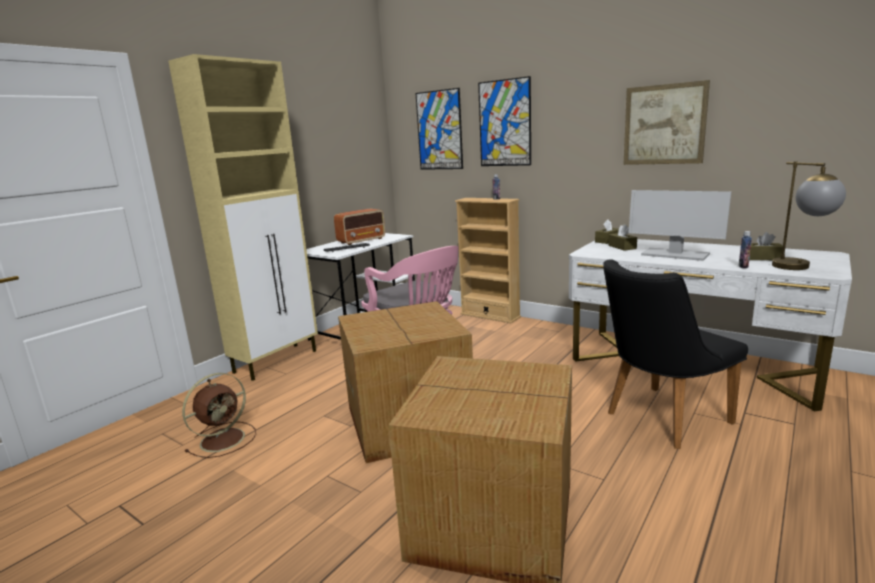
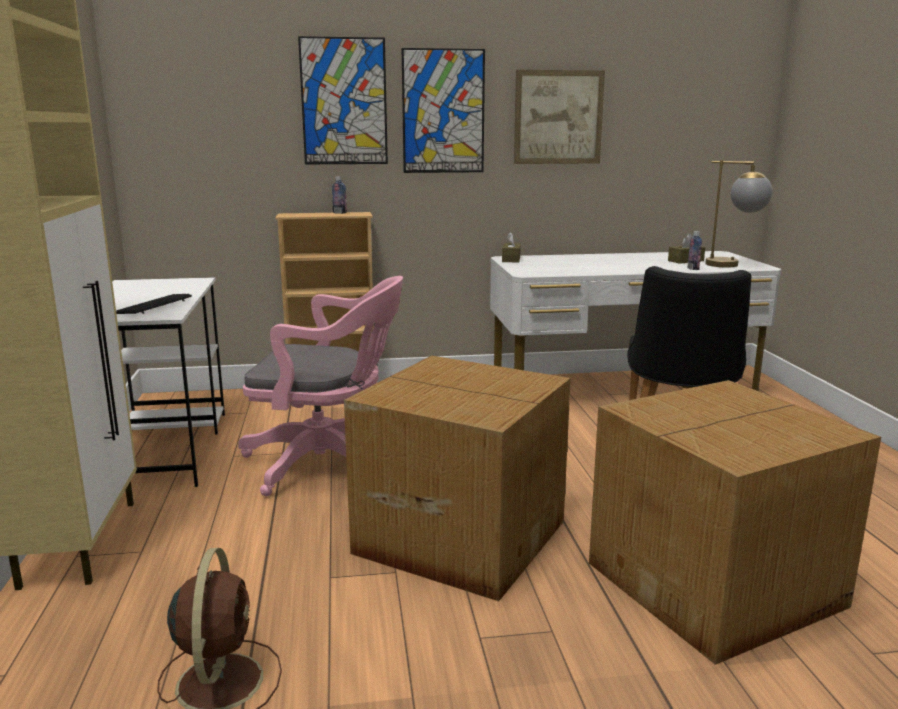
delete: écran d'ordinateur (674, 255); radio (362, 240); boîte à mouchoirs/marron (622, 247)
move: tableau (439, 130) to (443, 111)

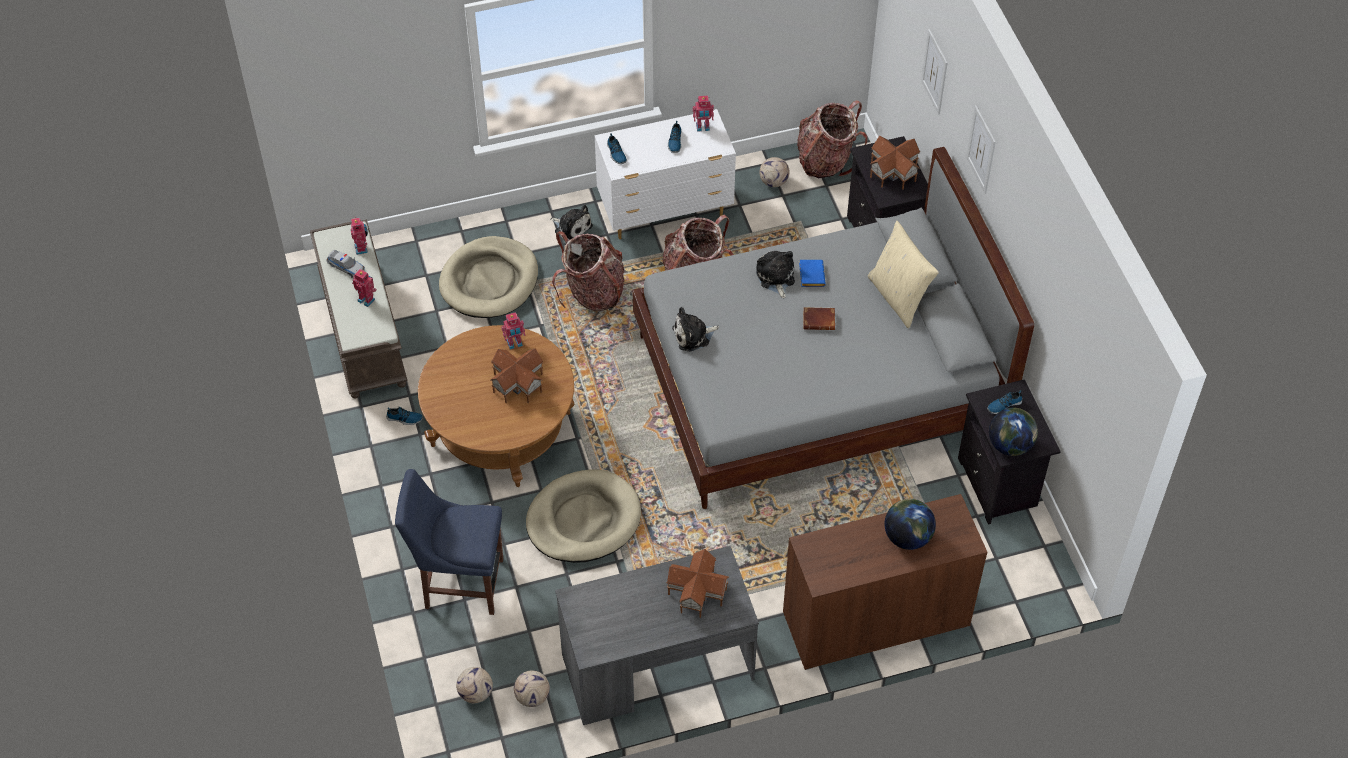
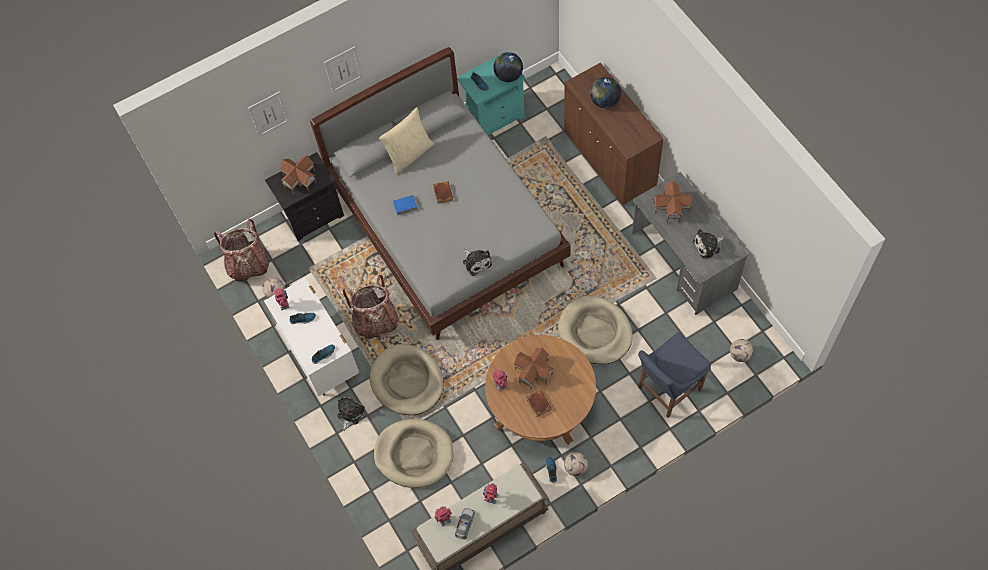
insert: livre/marron (537, 404)
move: peluche (775, 278) to (708, 246); ballon de foot (532, 697) to (576, 467)
replace: sac à dos (593, 293) to panier pour chien/beige (407, 381)
recolor: table de chevet/noir (999, 484) to table de chevet/turquoise (494, 116)
rotate: chaise/bleu (459, 582) = (667, 390) 60 degrees clockwise

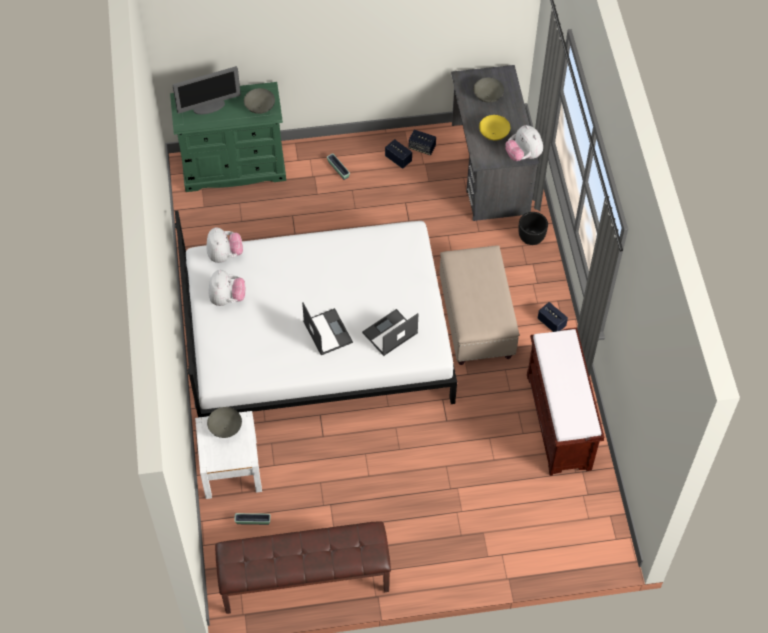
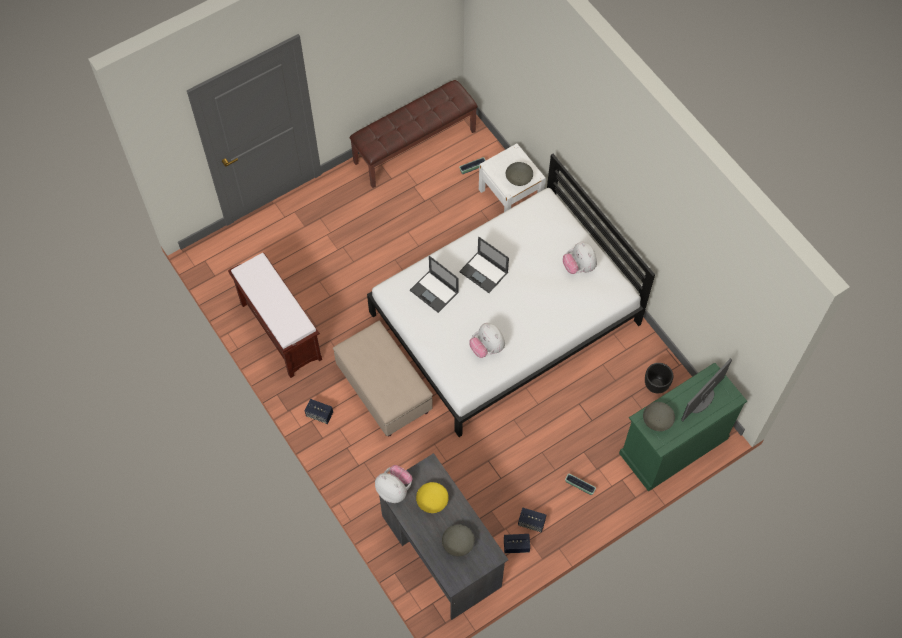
move: cache-pot/noir (531, 239) to (656, 385); peluche (225, 255) to (487, 348)
rotate: ordinateur portable (389, 333) = (434, 292) 105 degrees clockwise

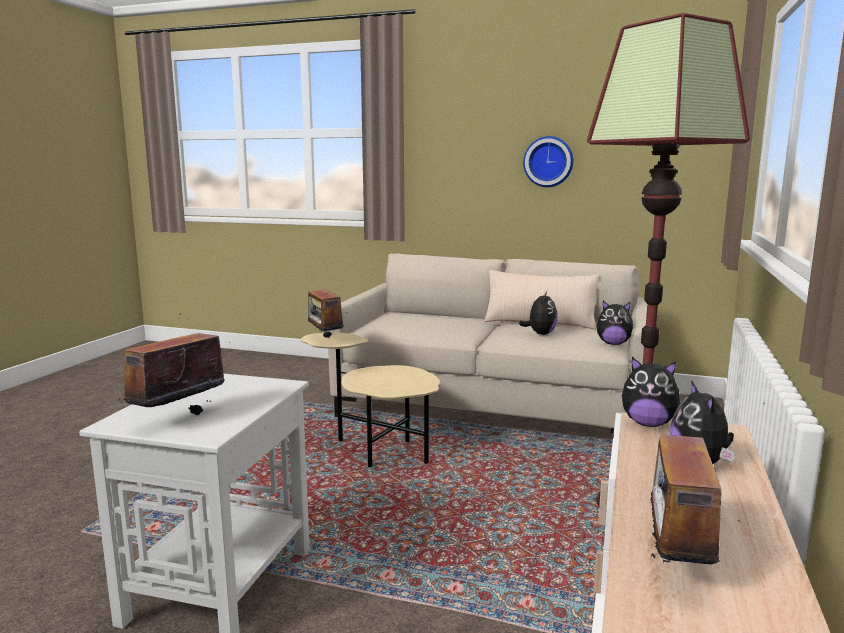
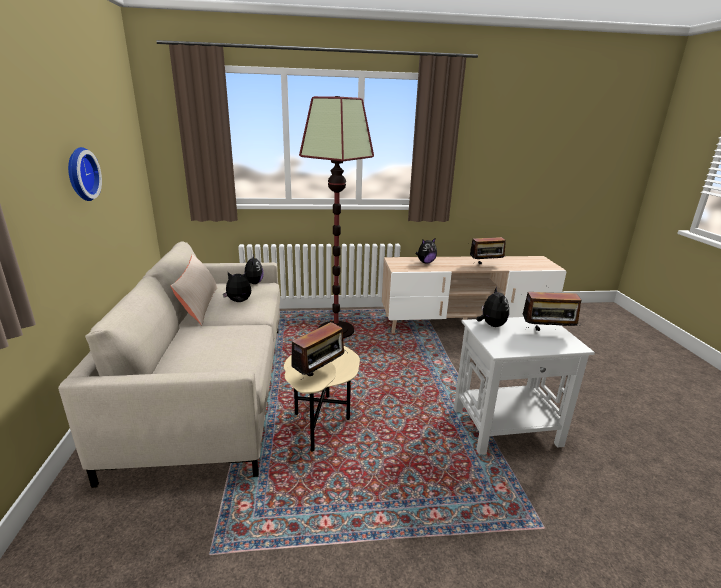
move: peluche (648, 423) to (491, 325)

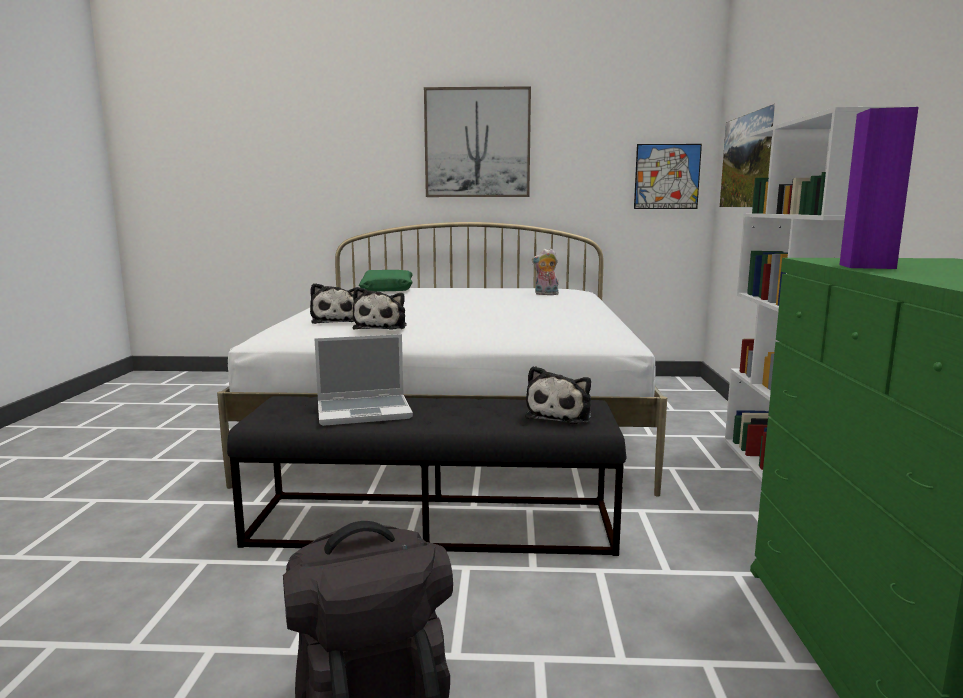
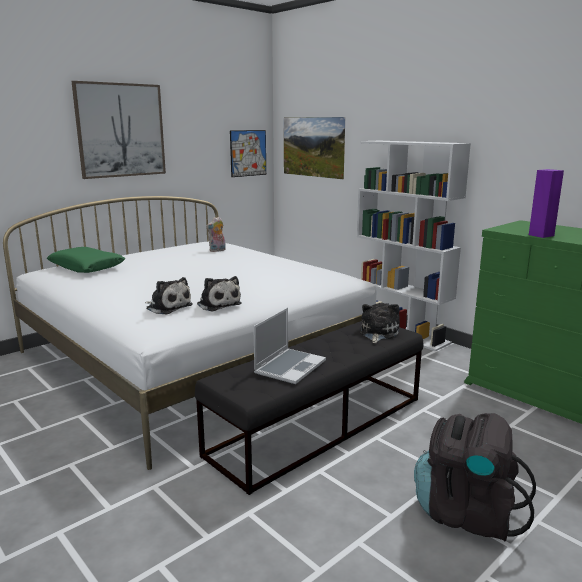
rotate: peluche (561, 415) = (378, 333) 135 degrees counterclockwise

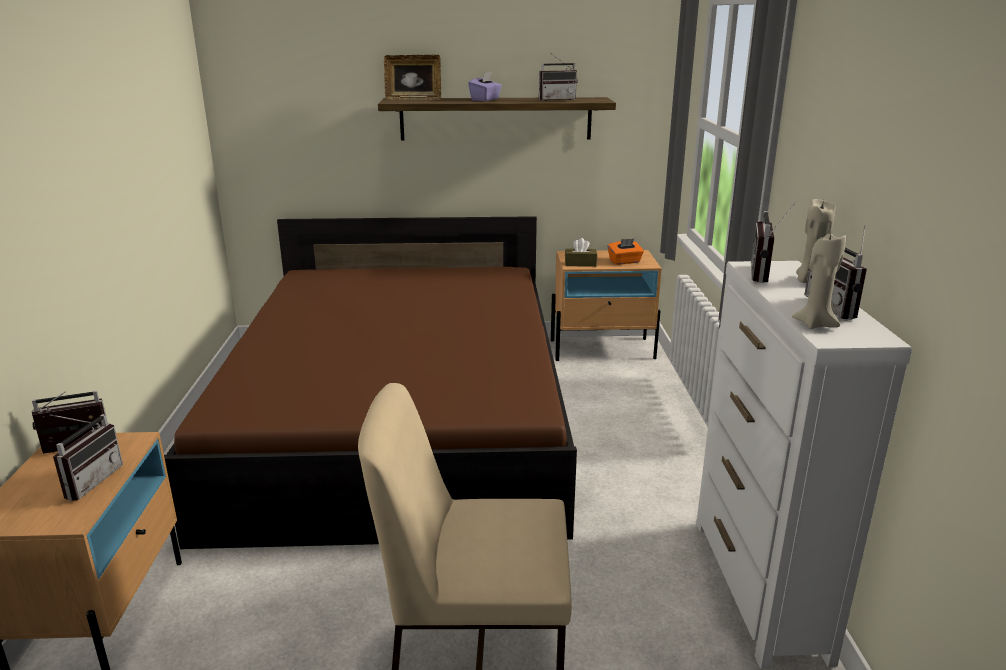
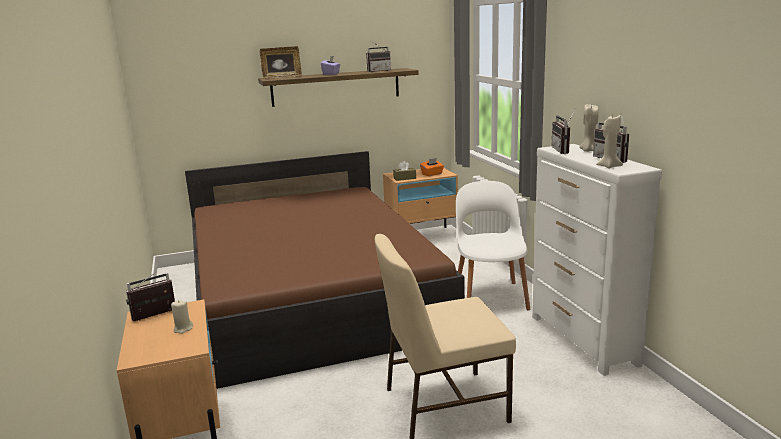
insert: chaise/blanc (490, 296)
replace: radio (88, 481) to bougie/beige (183, 329)

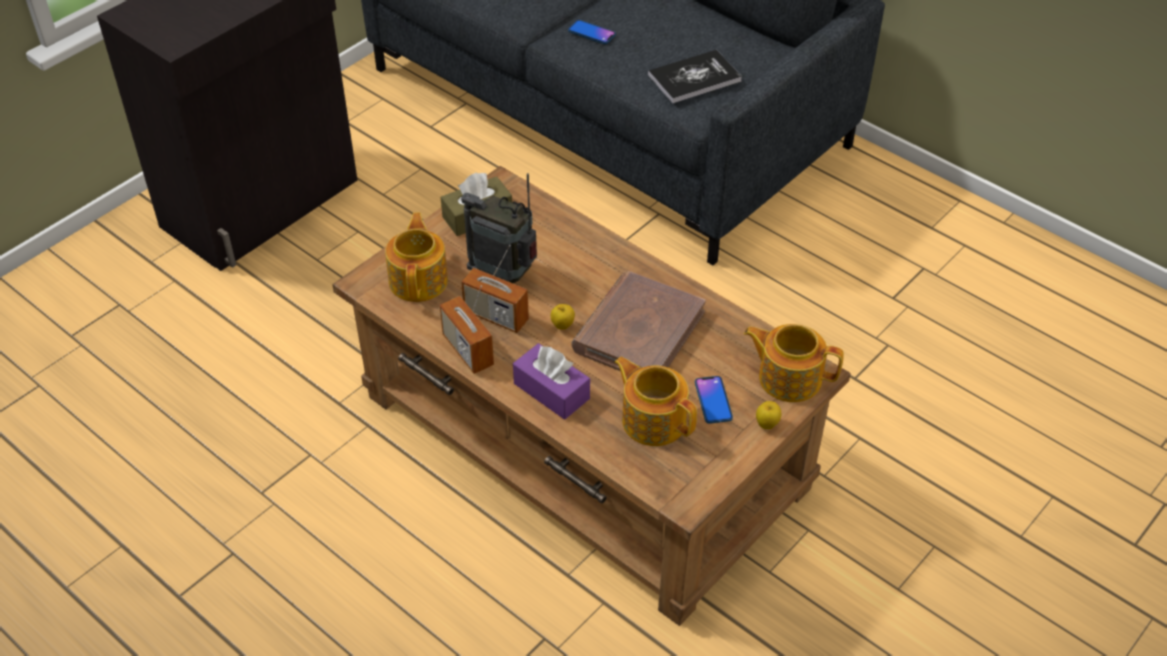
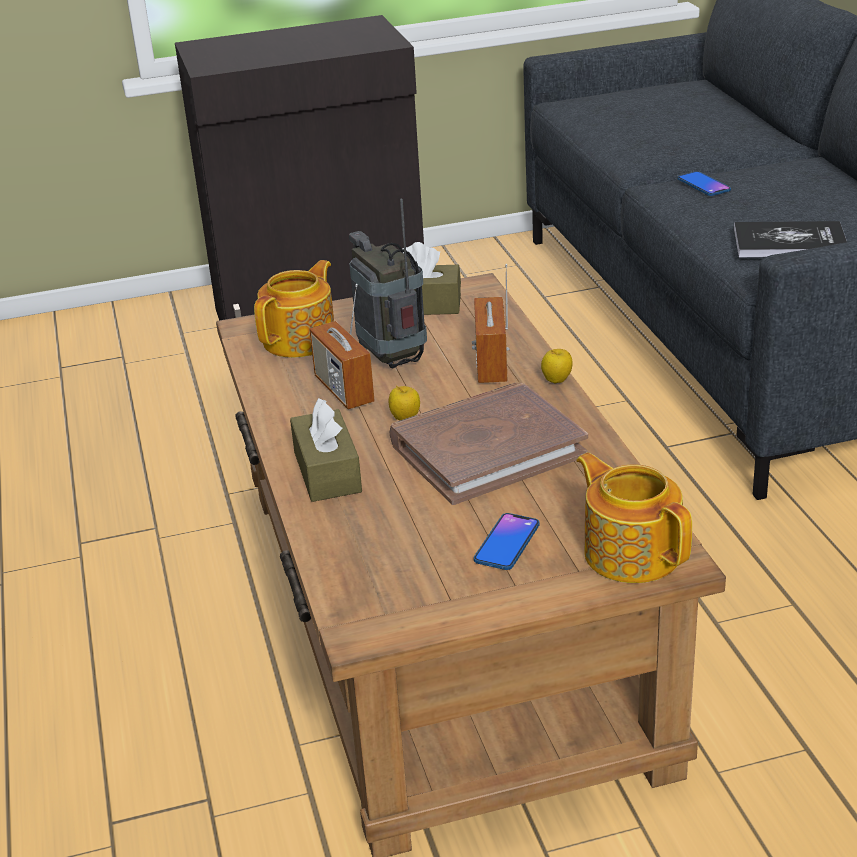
delete: théière (653, 419)
move: radio (468, 350) to (491, 364); pomme (767, 425) to (557, 381)
recolor: boîte à mouchoirs/violet (551, 391) to boîte à mouchoirs/marron (327, 472)

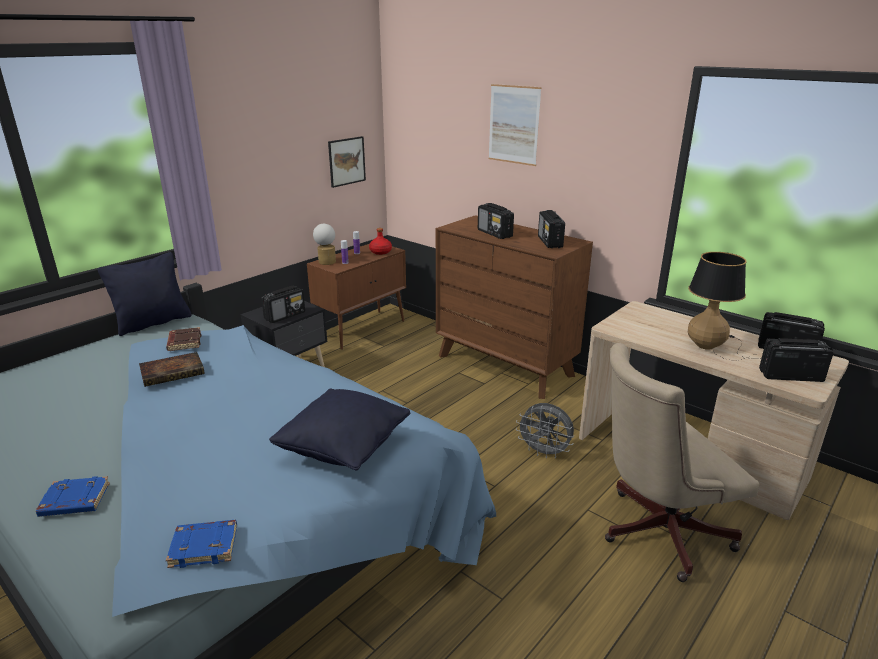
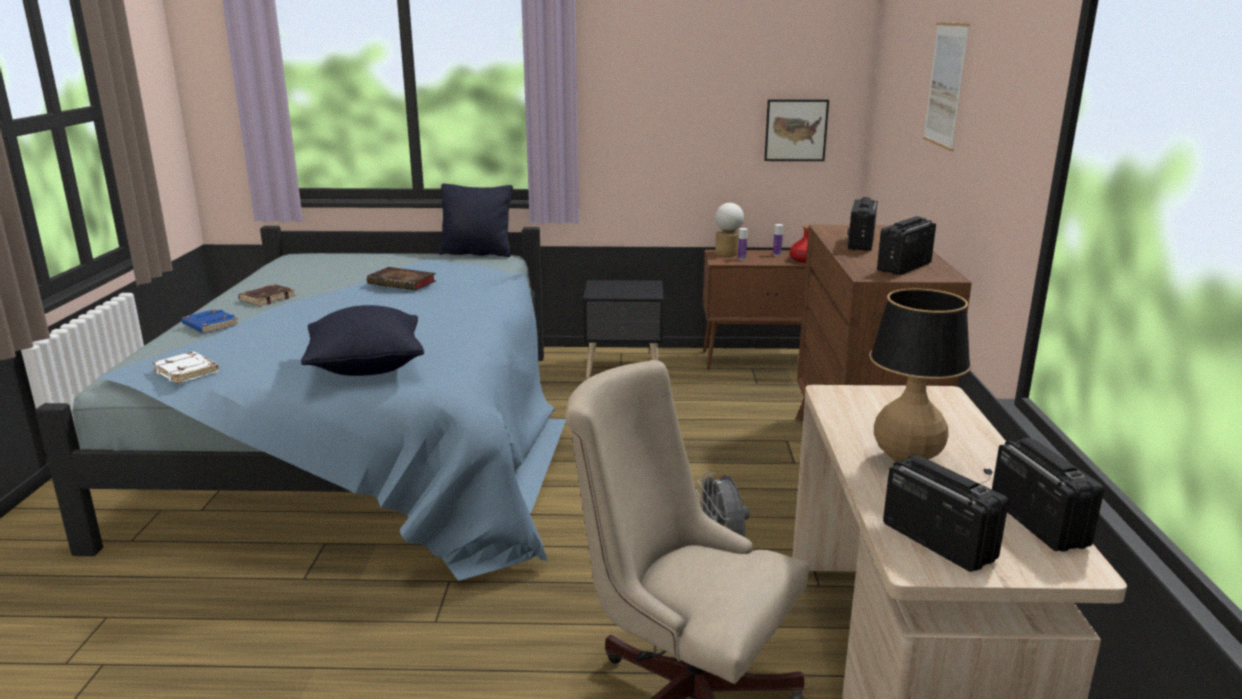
delete: radio (285, 315)
move: livre/marron (184, 342) to (267, 299)
recolor: livre/bleu (205, 546) to livre/blanc (188, 372)

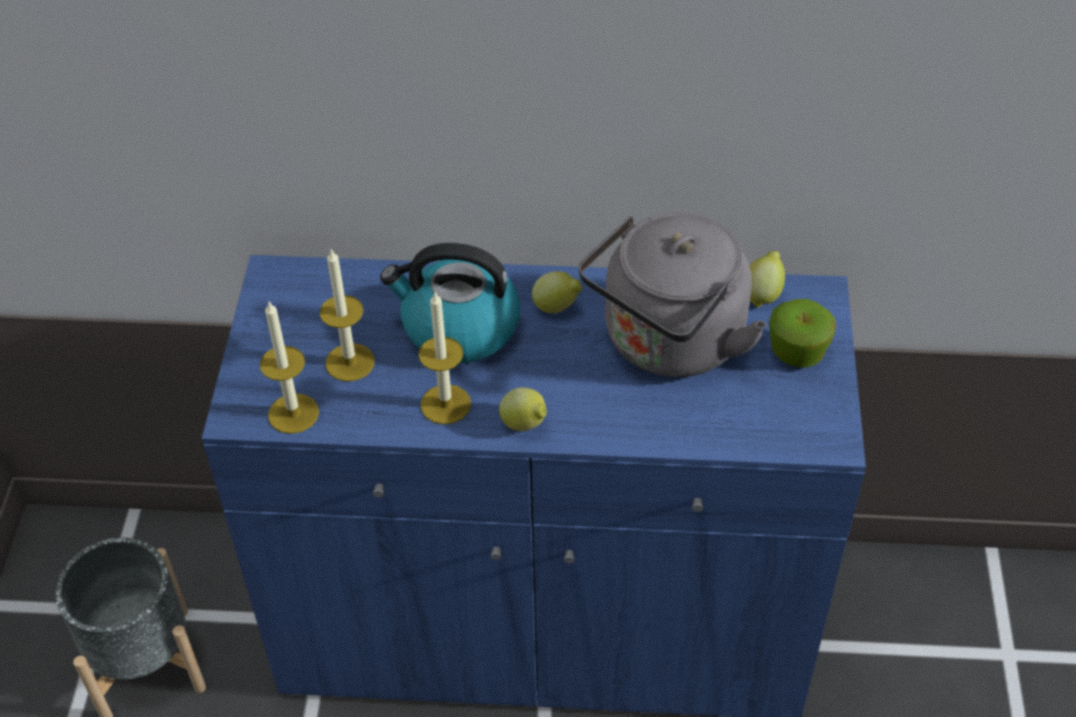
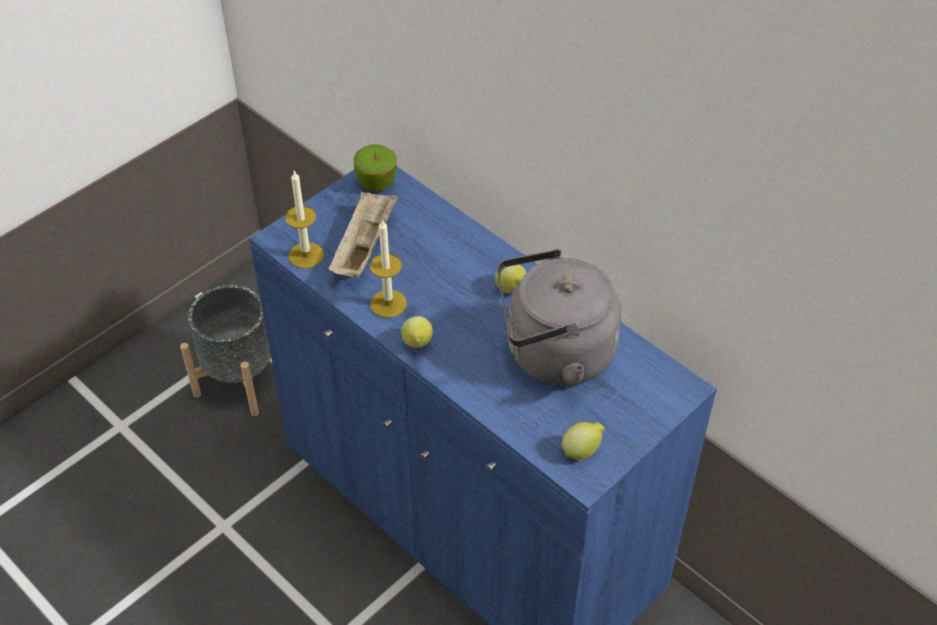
delete: bouilloire (458, 328)
move: citron (762, 294) to (582, 451); pomme (797, 352) to (376, 182)
replace: bougie (350, 362) to plateau/beige (364, 246)

